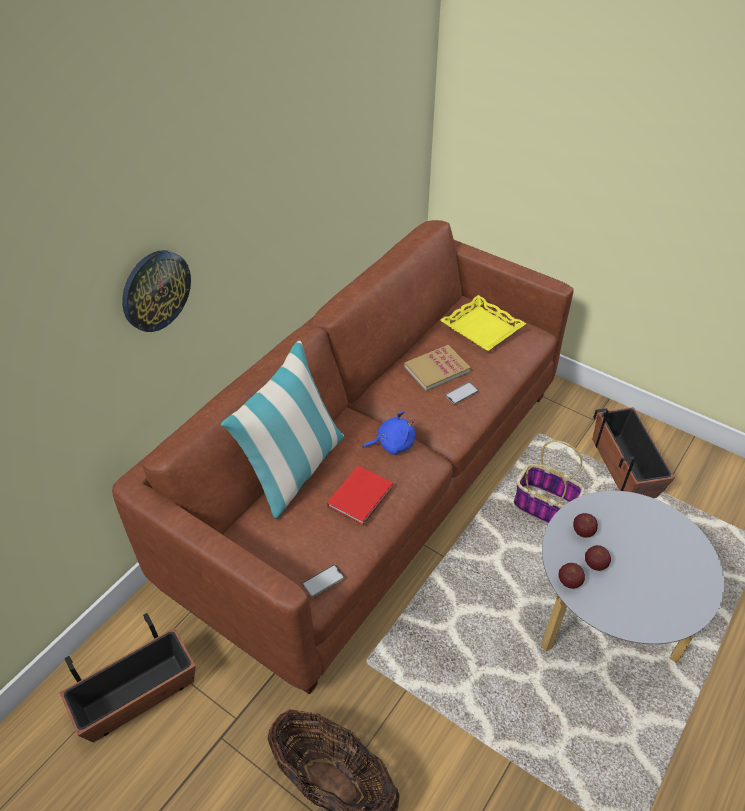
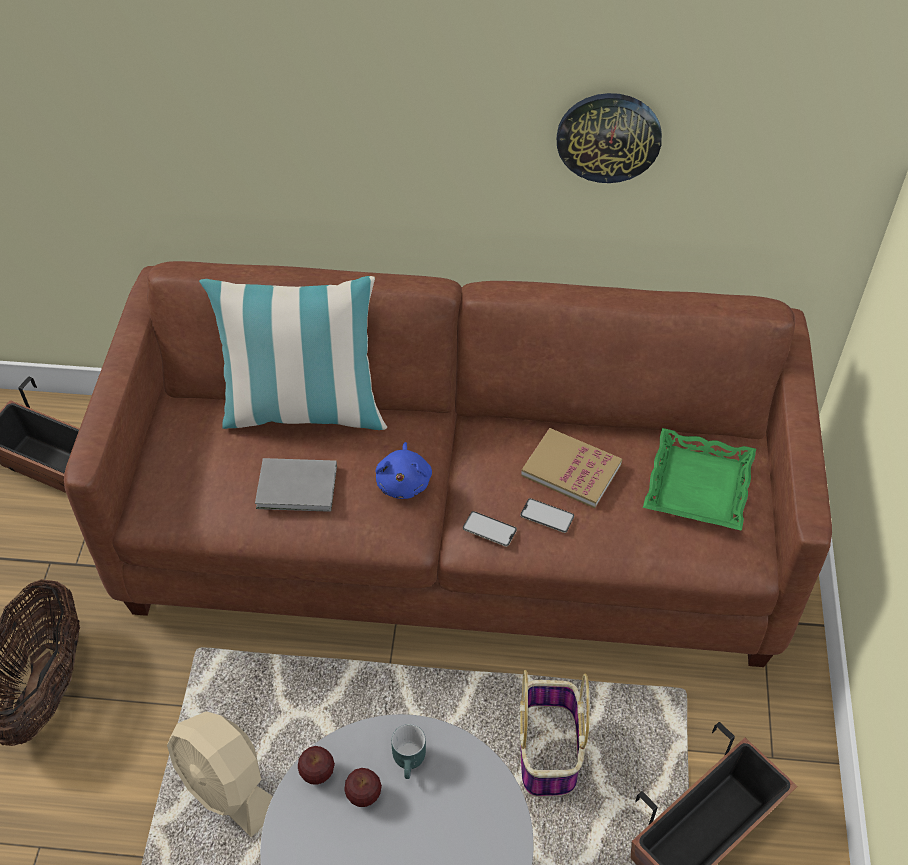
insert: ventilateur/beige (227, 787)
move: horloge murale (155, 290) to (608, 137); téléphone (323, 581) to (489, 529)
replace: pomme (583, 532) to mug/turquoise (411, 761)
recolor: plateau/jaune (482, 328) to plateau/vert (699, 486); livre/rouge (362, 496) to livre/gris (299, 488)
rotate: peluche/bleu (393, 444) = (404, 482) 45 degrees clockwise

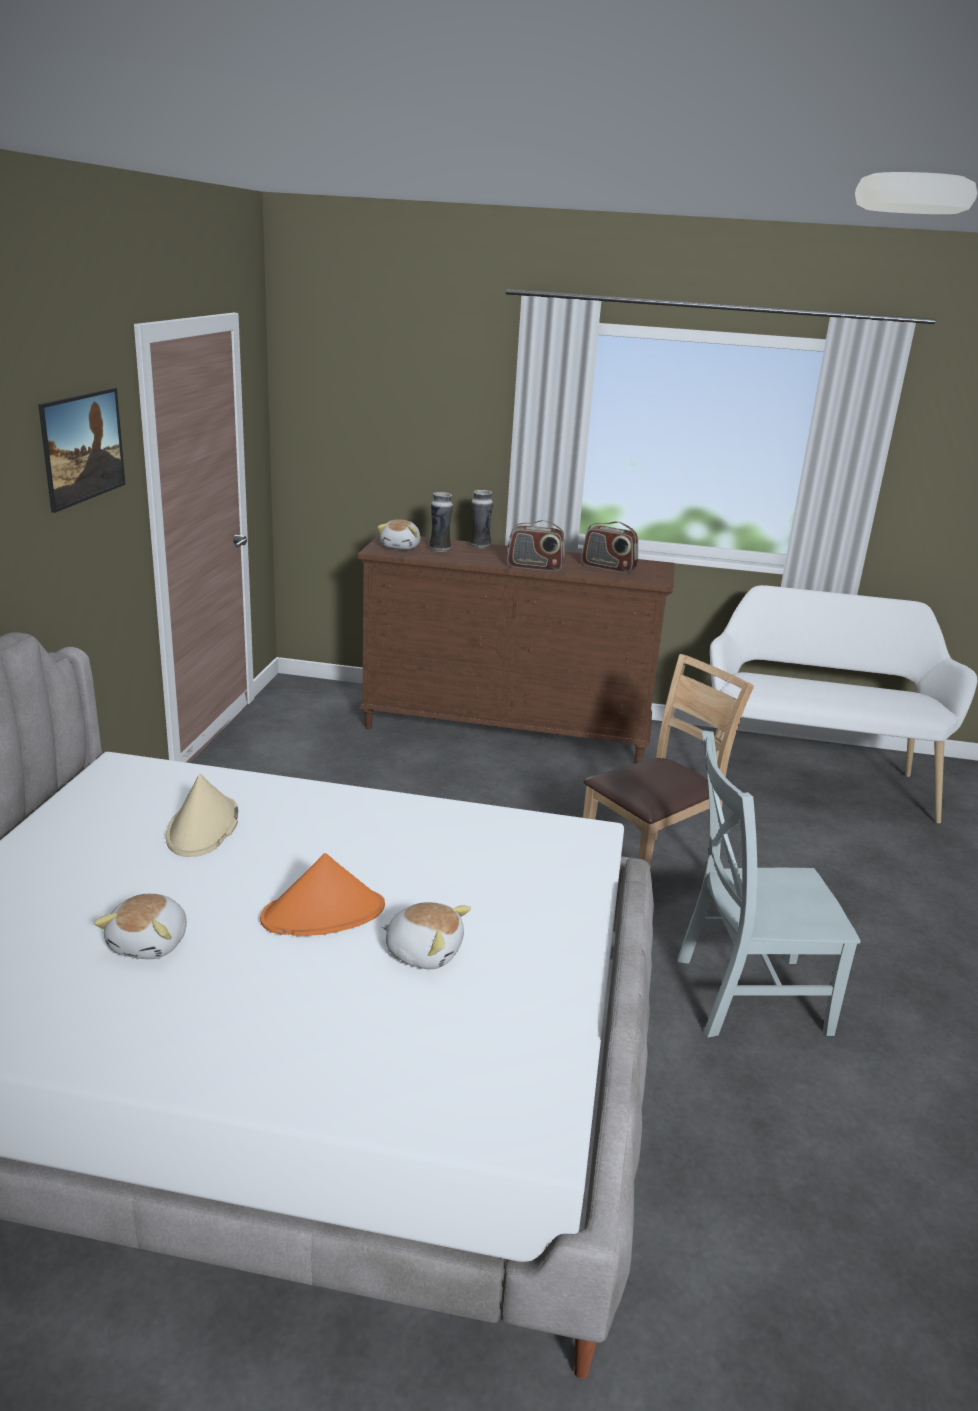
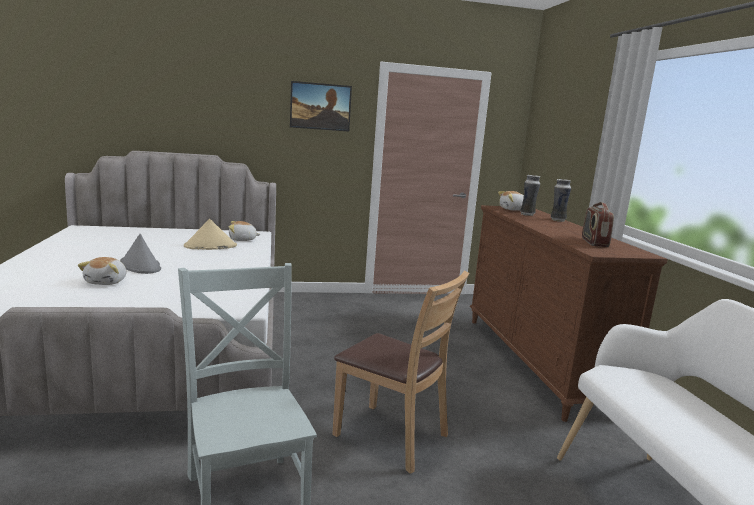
delete: radio (534, 567)
move: peluche (150, 943) to (242, 240)
recolor: chapeau/orange (324, 913) to chapeau/gris (140, 266)

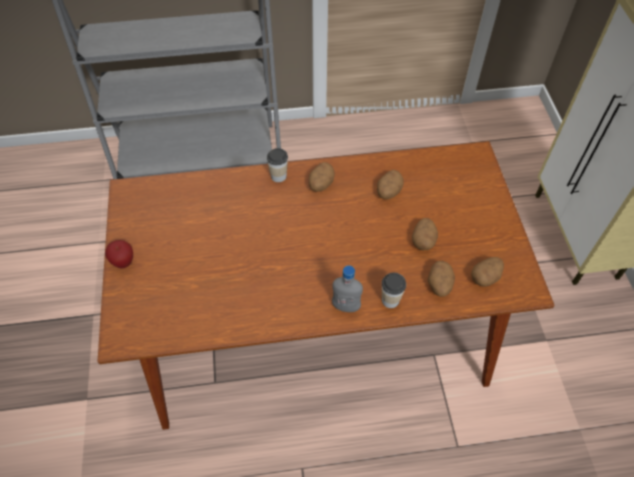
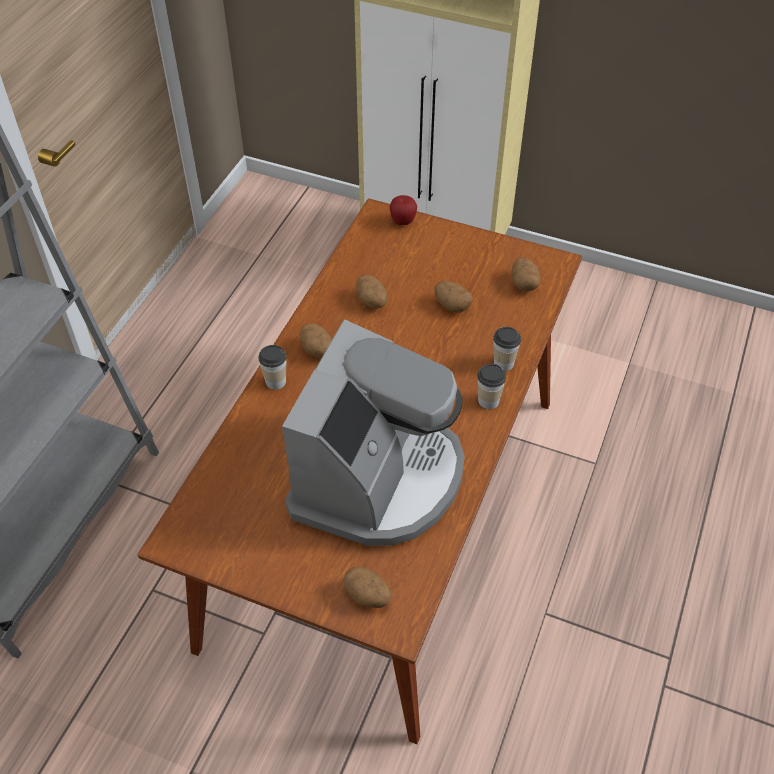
insert: machine à café (378, 478)
move: pomme (123, 262) to (403, 222); pomme de terre (439, 285) to (368, 596)
replace: bouteille/gris (346, 306) to tasse (488, 401)

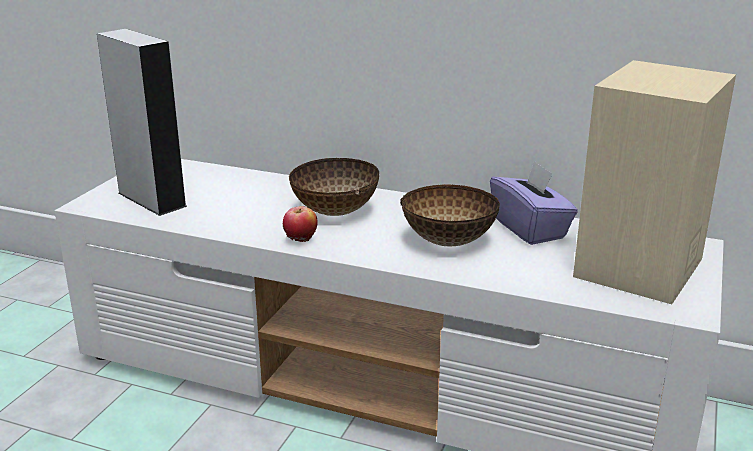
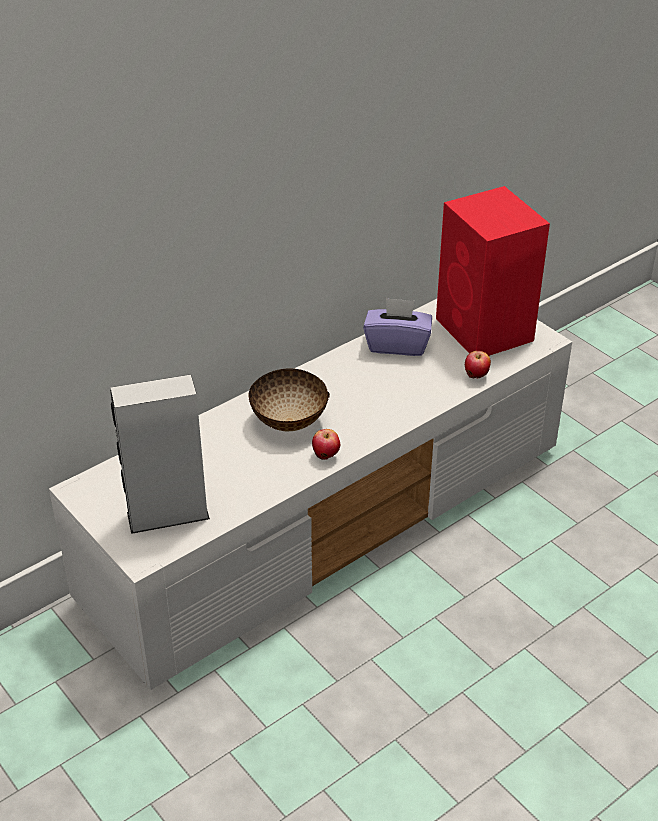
delete: bol (449, 241)
insert: pomme (476, 376)
recolor: enceinte/beige (637, 269) to enceinte/rouge (485, 331)

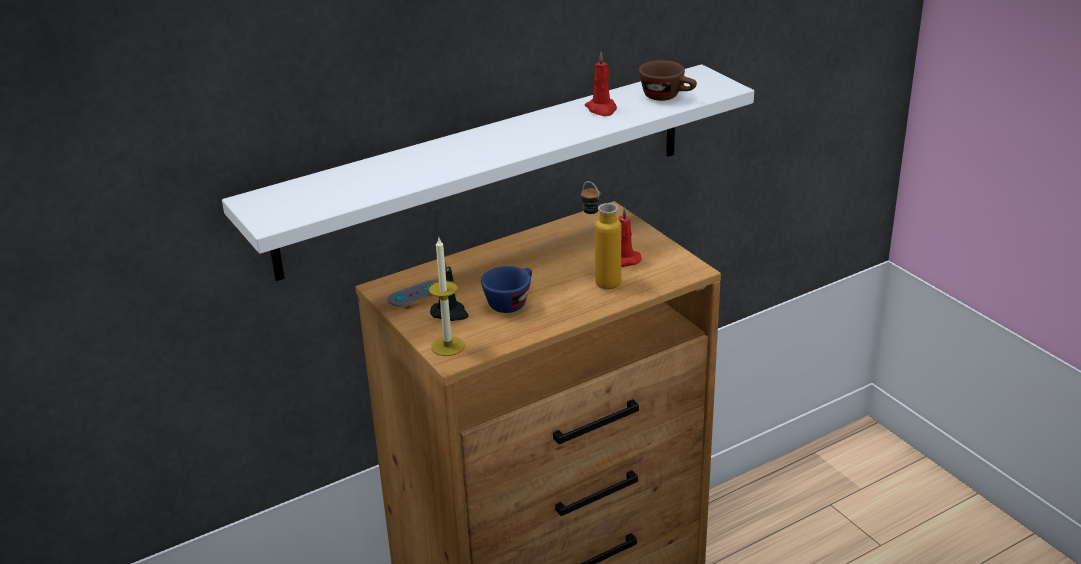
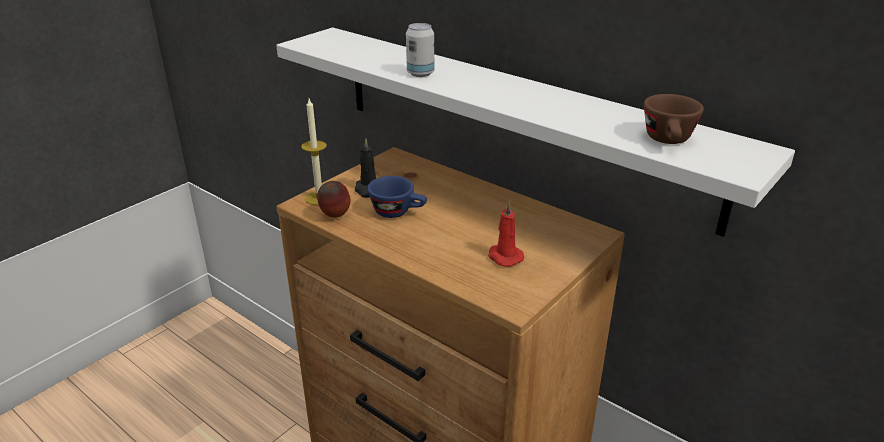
delete: bougie/rouge (601, 109); bouteille (600, 279); manette/gris (415, 294)
insert: boîte métallique (420, 73); pomme (335, 216)

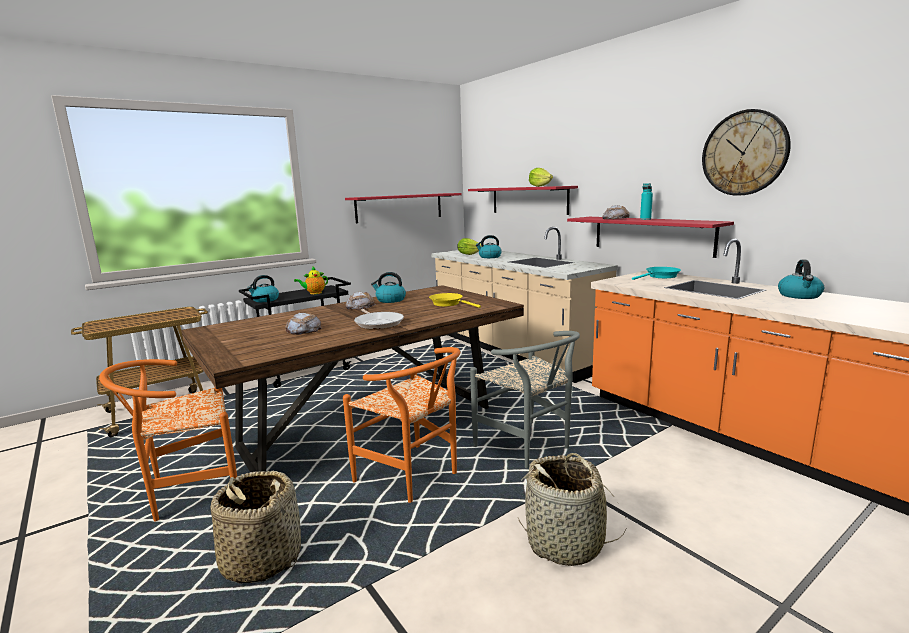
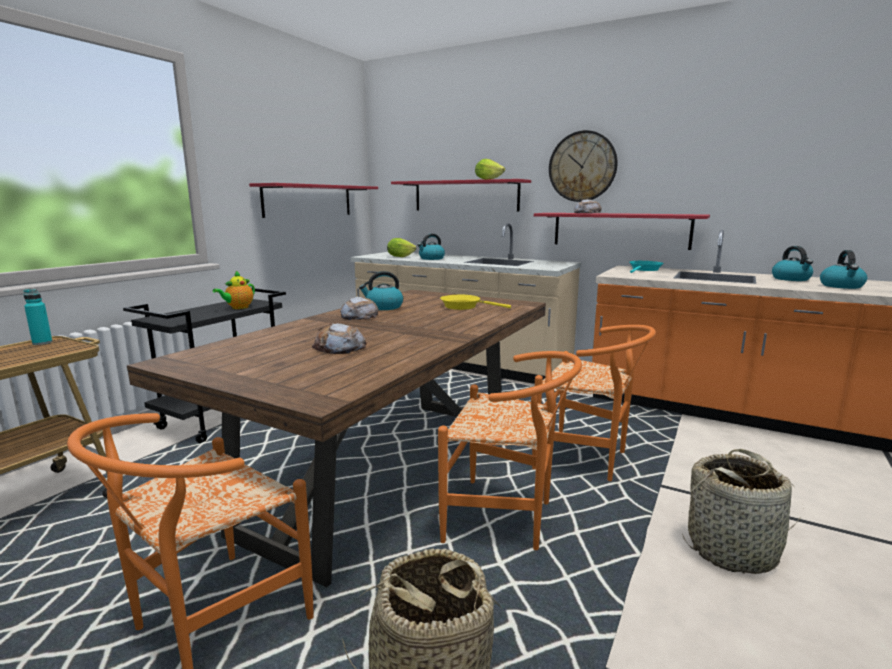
delete: poêle (378, 323)
move: horloge murale (744, 153) to (582, 166); bouteille/turquoise (645, 219) to (42, 343); bouilloire (265, 300) to (842, 286)
recolor: chaise/gris (529, 448) to chaise/orange (588, 460)

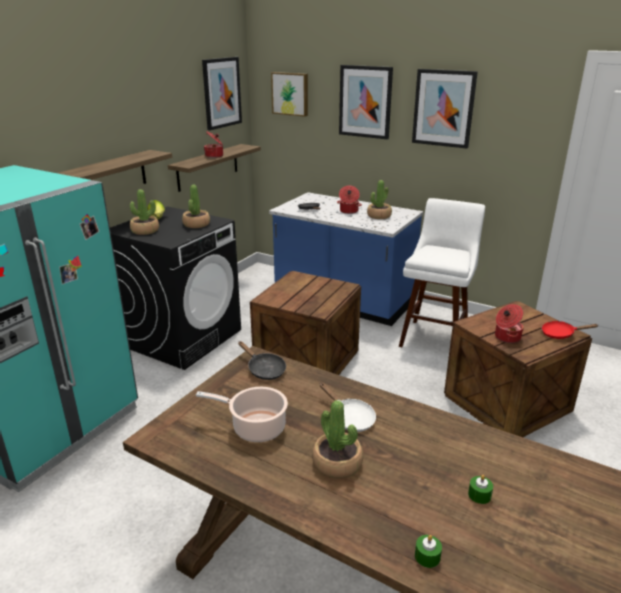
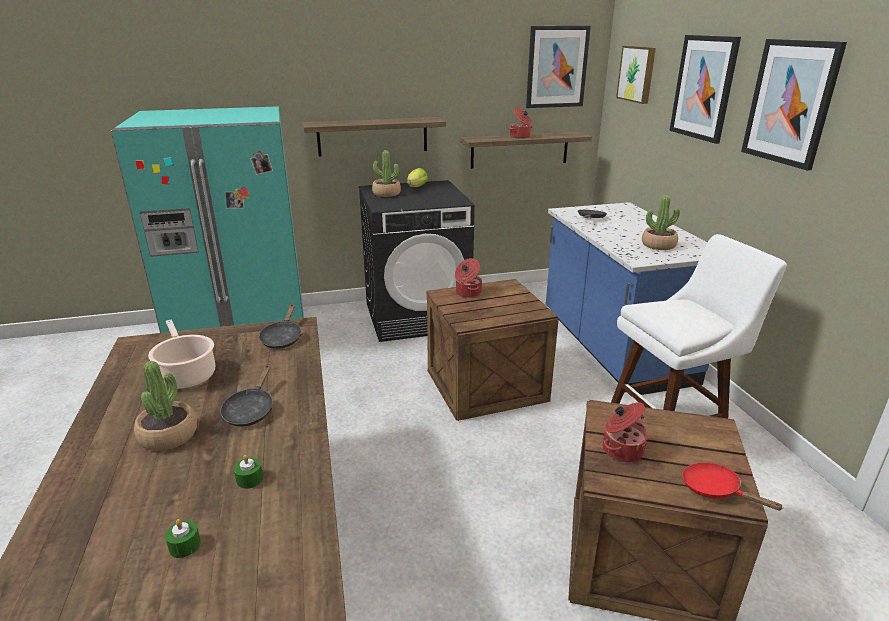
delete: plante en pot (196, 224)
move: marmite (348, 211) to (467, 293); bougie/vert (427, 556) to (249, 479)
recolor: poêle/blanc (350, 418) to poêle/noir (250, 410)

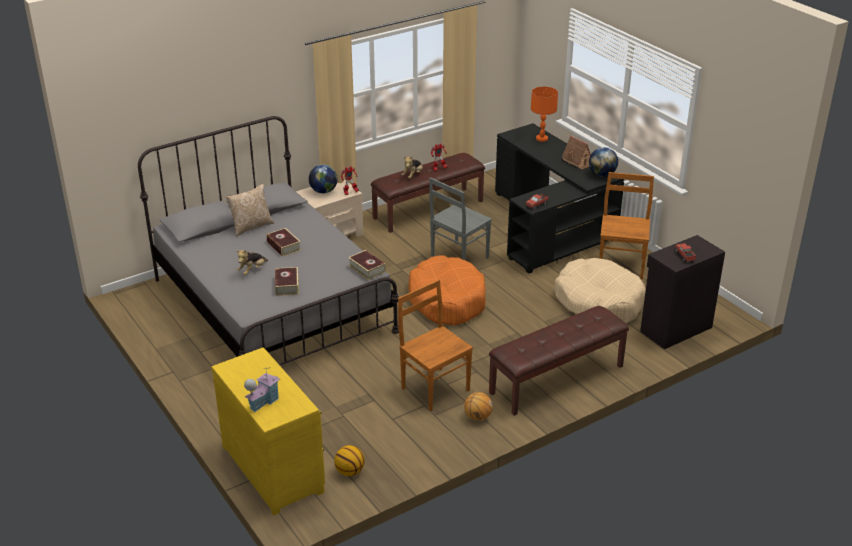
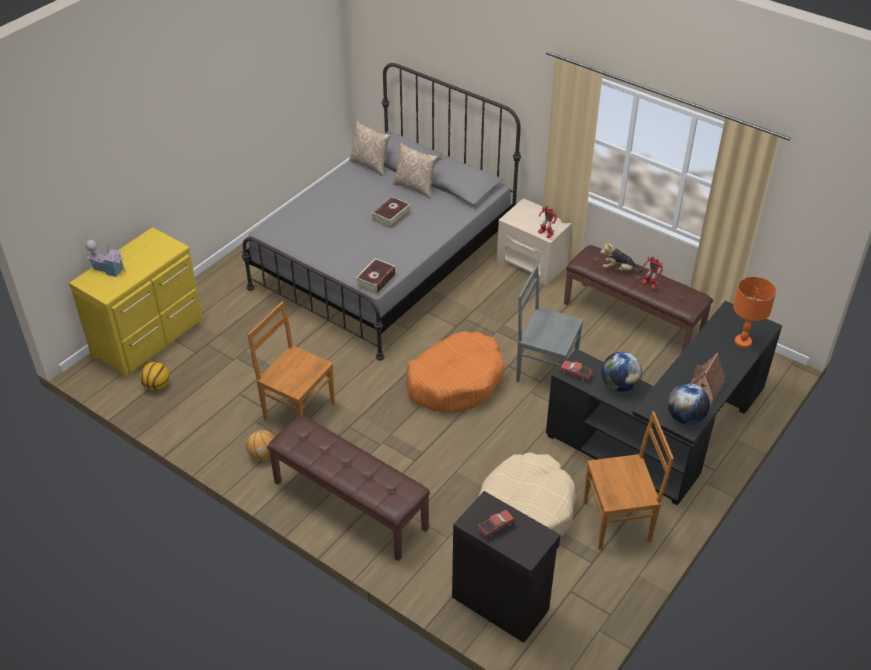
delete: peluche (252, 270); livre (287, 285)
insert: coussin (370, 165)
move: globe (323, 191) to (619, 385)
rotate: chaise/marron (434, 388) = (297, 410) 90 degrees counterclockwise

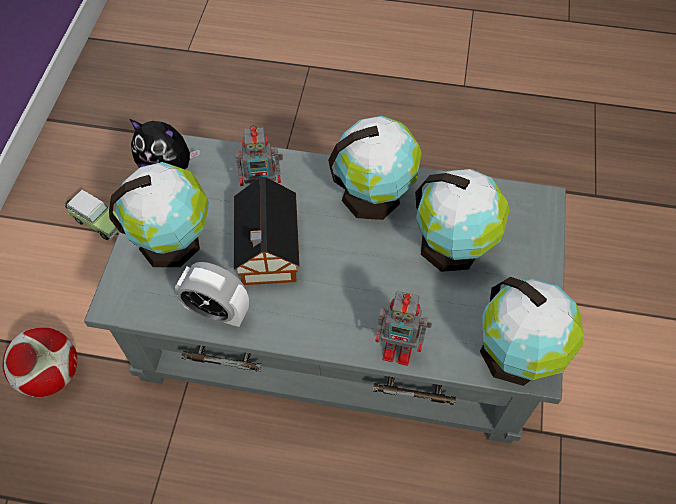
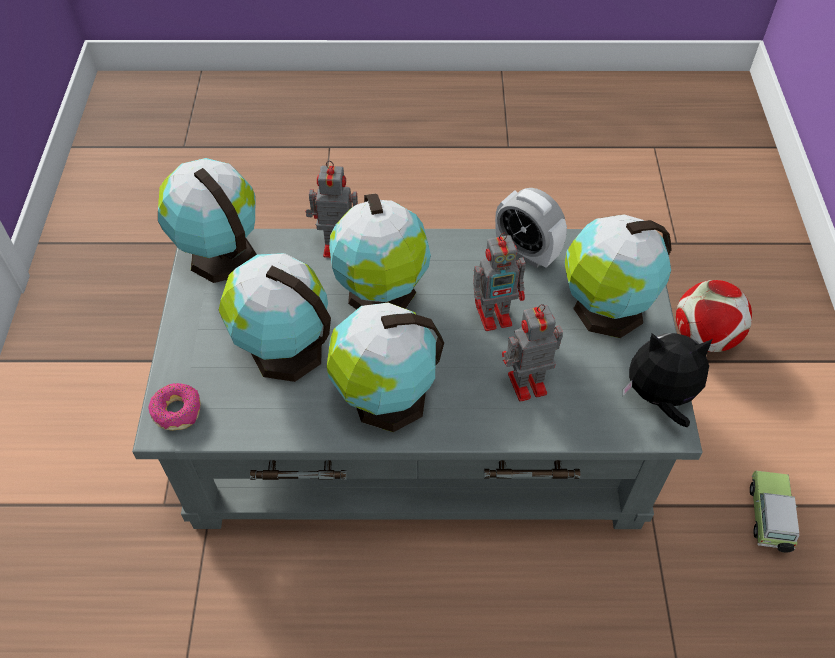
insert: globe (382, 295); beignet (177, 411)
replace: maison miniature (267, 252) to robot jouet (496, 315)
rotate: petite voiture (98, 221) = (768, 518) 75 degrees clockwise; réveil (217, 312) = (526, 252) 150 degrees counterclockwise

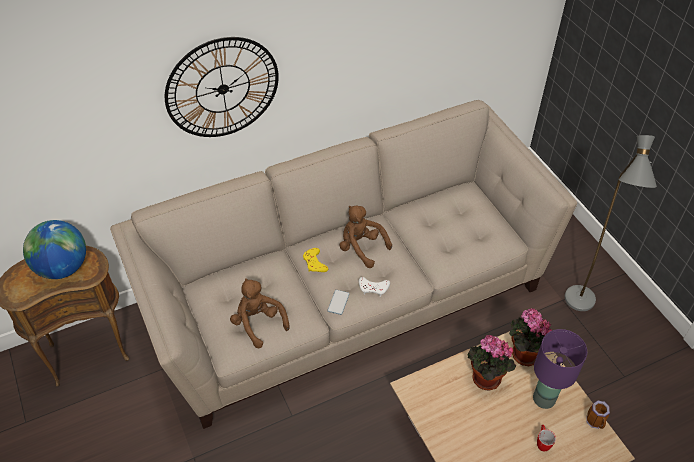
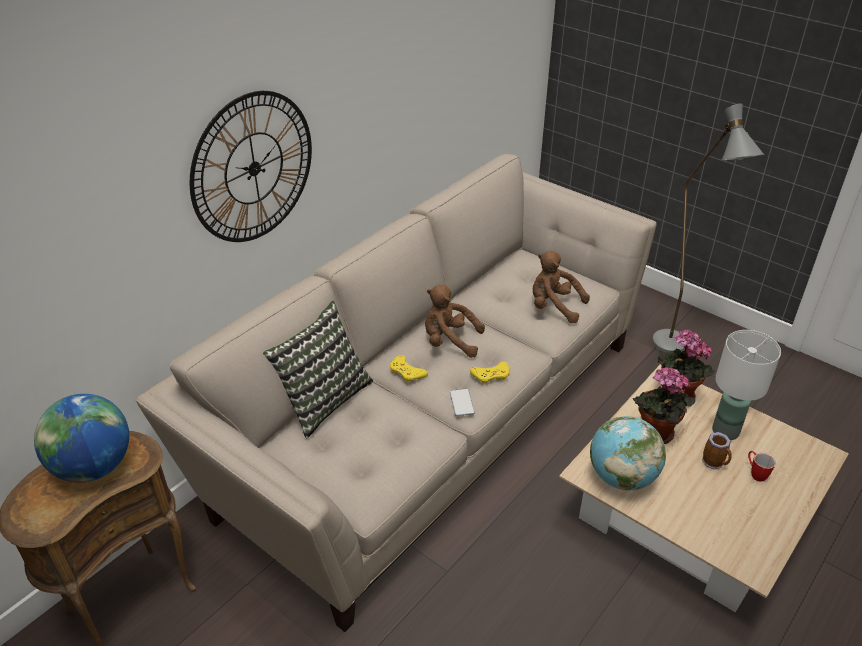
insert: coussin (323, 399); globe (622, 477)
move: peluche/marron (258, 323) to (554, 306); mug (596, 422) to (714, 462)
recolor: manette/blanc (373, 288) to manette/jaune (491, 375); lampe de table/violet (544, 398) to lampe de table/blanc (725, 430)

